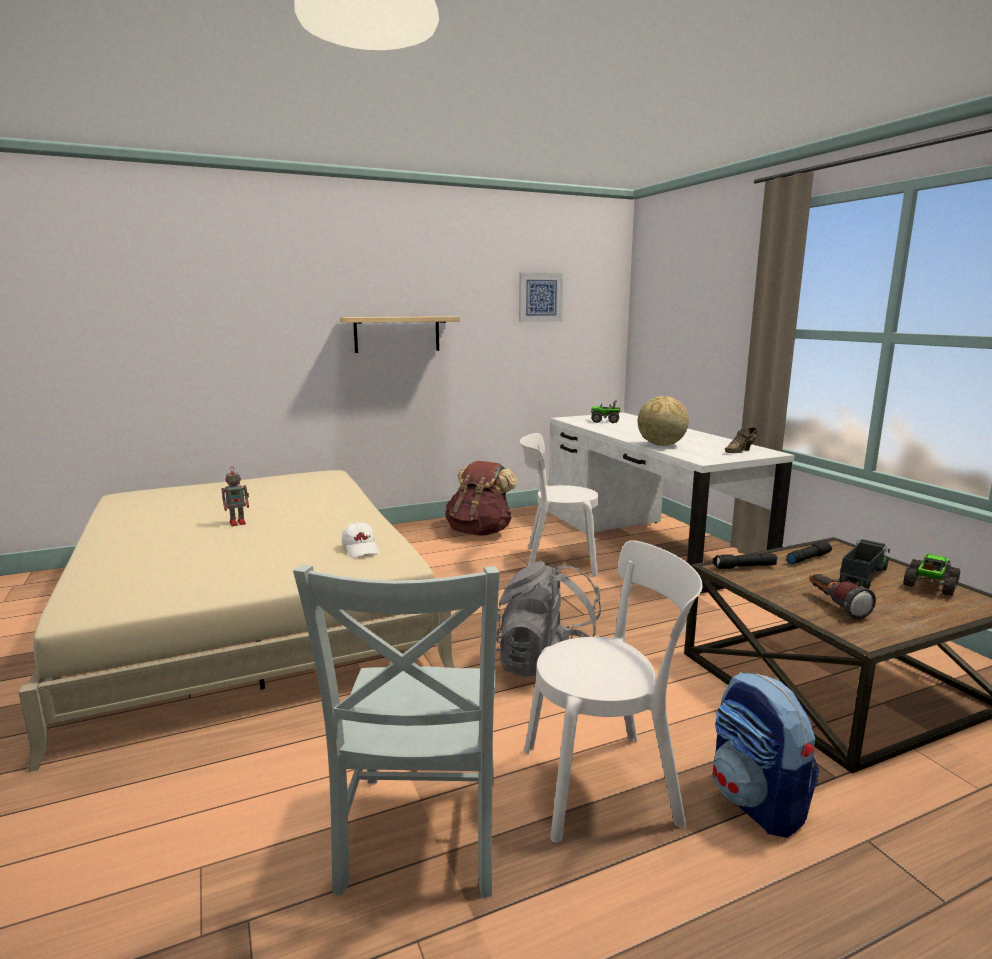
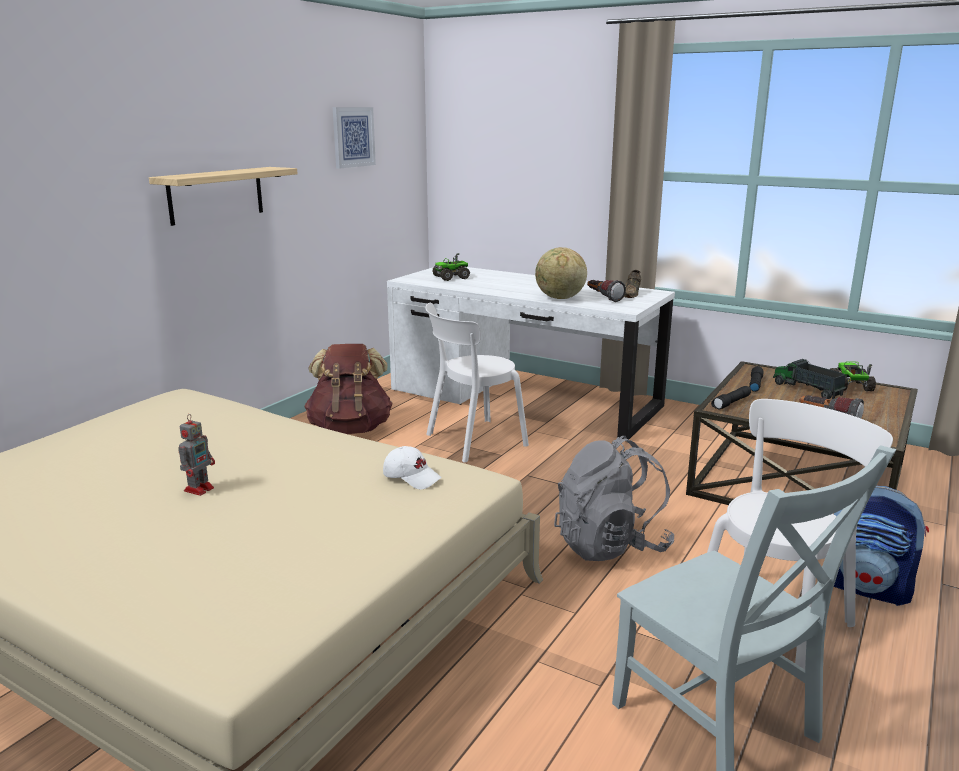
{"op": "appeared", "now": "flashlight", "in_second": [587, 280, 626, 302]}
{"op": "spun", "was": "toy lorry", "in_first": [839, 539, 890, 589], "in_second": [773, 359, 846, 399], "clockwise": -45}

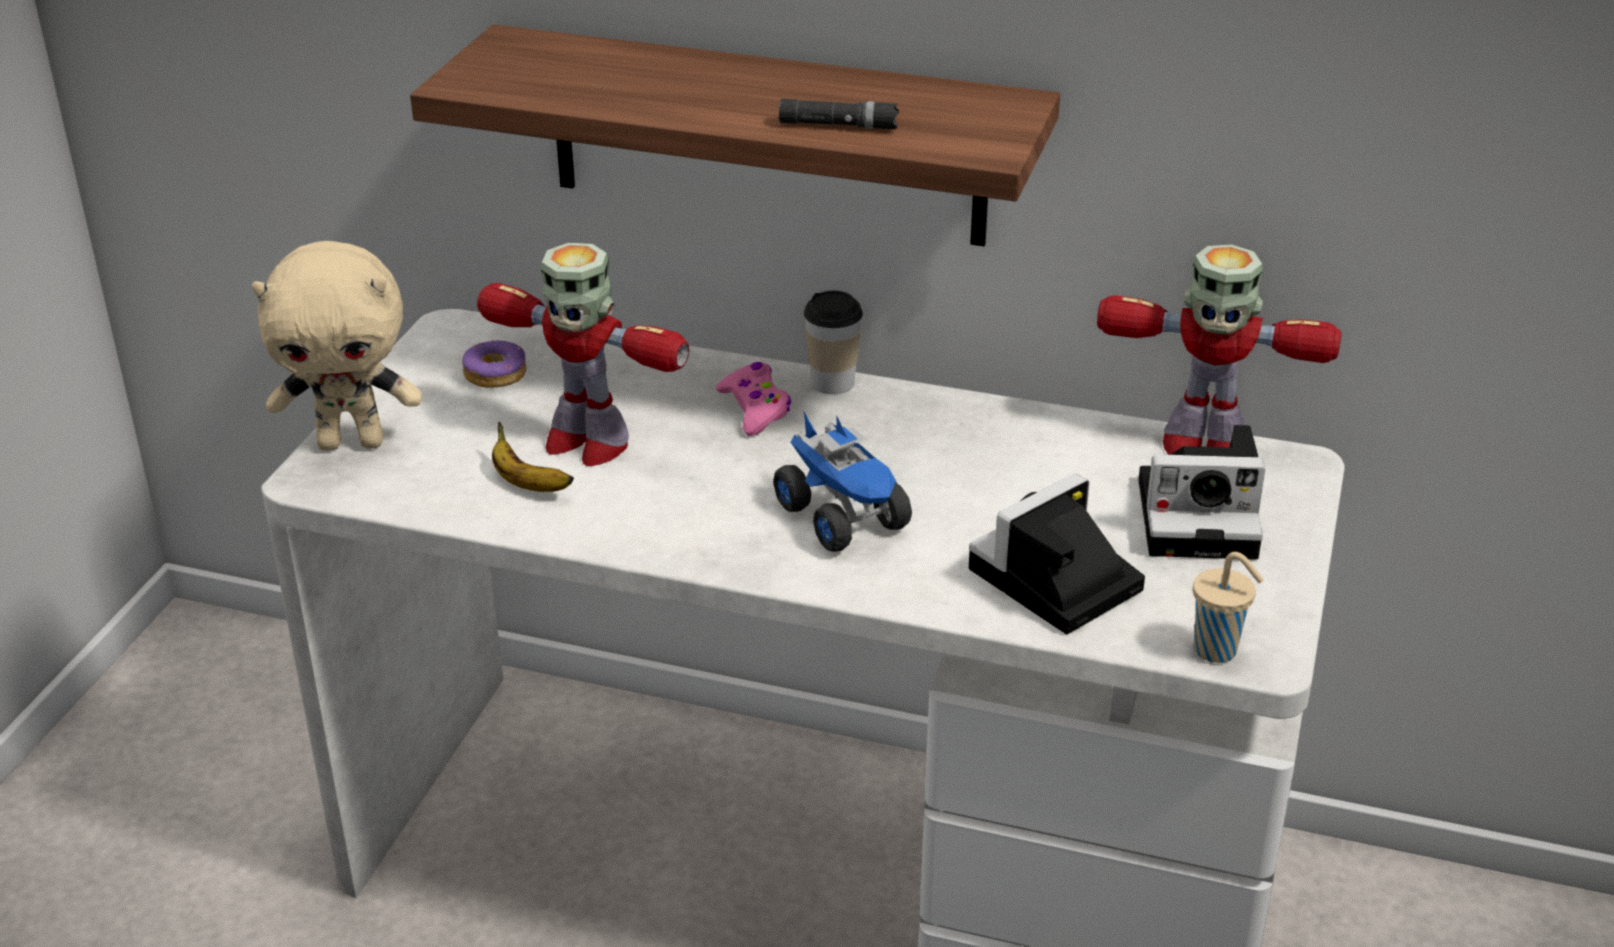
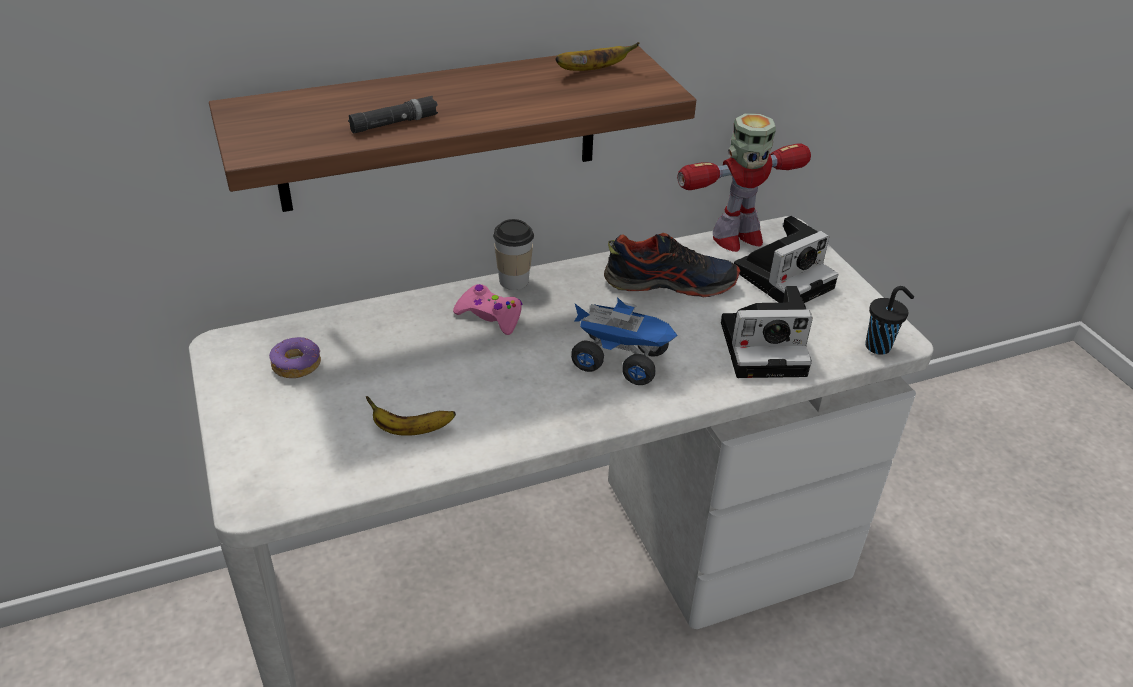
{"op": "relocated", "was": "black flashlight", "in_first": [779, 99, 899, 129], "in_second": [348, 96, 438, 133]}
{"op": "appeared", "now": "banana", "in_second": [555, 42, 639, 71]}
{"op": "appeared", "now": "item of footwear", "in_second": [604, 233, 740, 297]}
{"op": "spun", "was": "photo camera", "in_first": [969, 474, 1145, 634], "in_second": [721, 286, 813, 378], "clockwise": -105}
{"op": "colour", "was": "sand-coloured cup", "now": "black cup", "in_first": [1193, 552, 1264, 663], "in_second": [865, 286, 914, 355]}
{"op": "missing", "was": "sand-coloured plush toy", "in_first": [252, 241, 422, 451]}
{"op": "missing", "was": "robot figure", "in_first": [477, 243, 689, 466]}

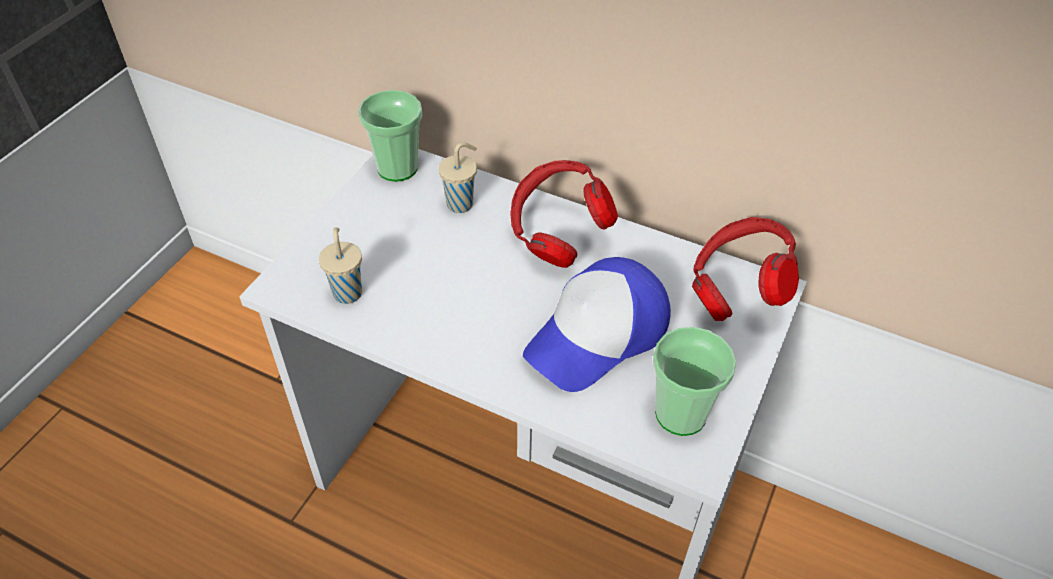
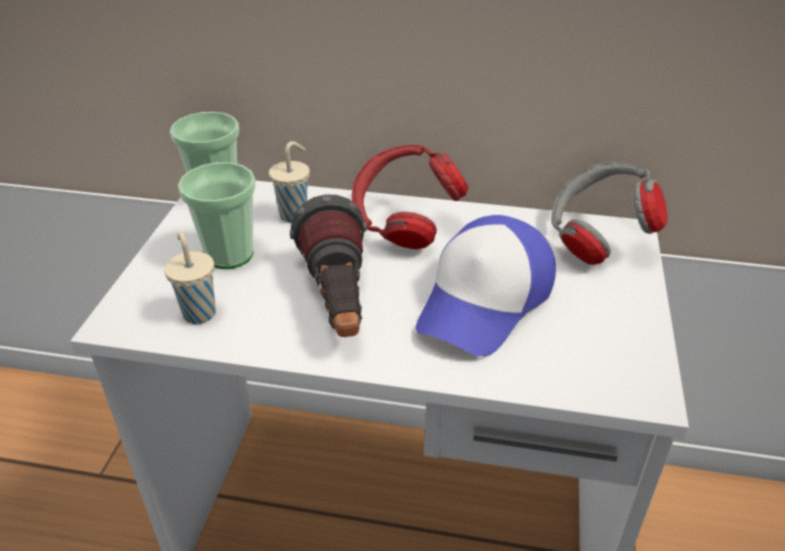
{"op": "relocated", "was": "cup", "in_first": [653, 327, 736, 436], "in_second": [178, 162, 256, 269]}
{"op": "appeared", "now": "flashlight", "in_second": [290, 194, 367, 337]}
{"op": "colour", "was": "red-coloured headphones", "now": "grey headphones", "in_first": [692, 217, 799, 321], "in_second": [551, 162, 667, 265]}

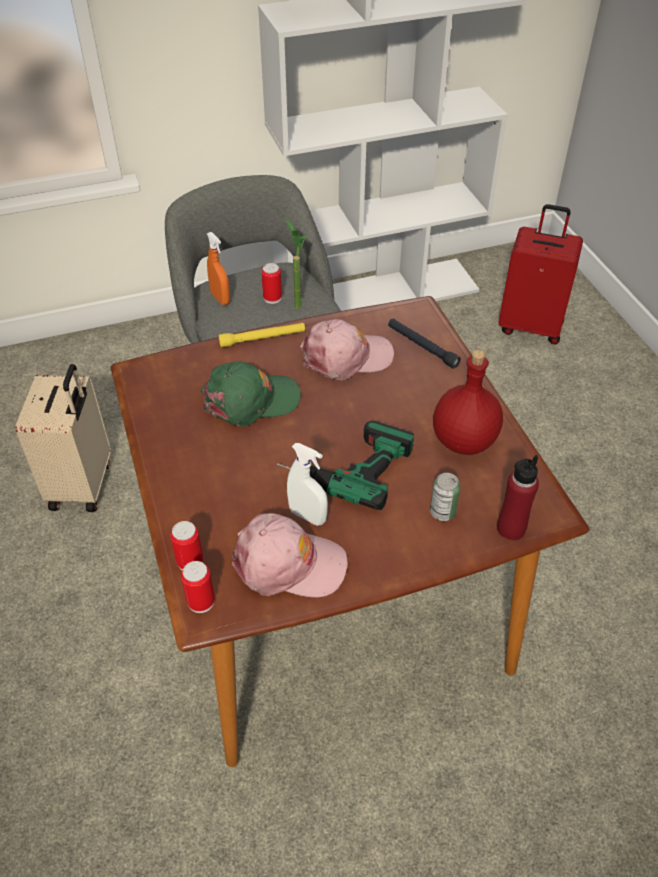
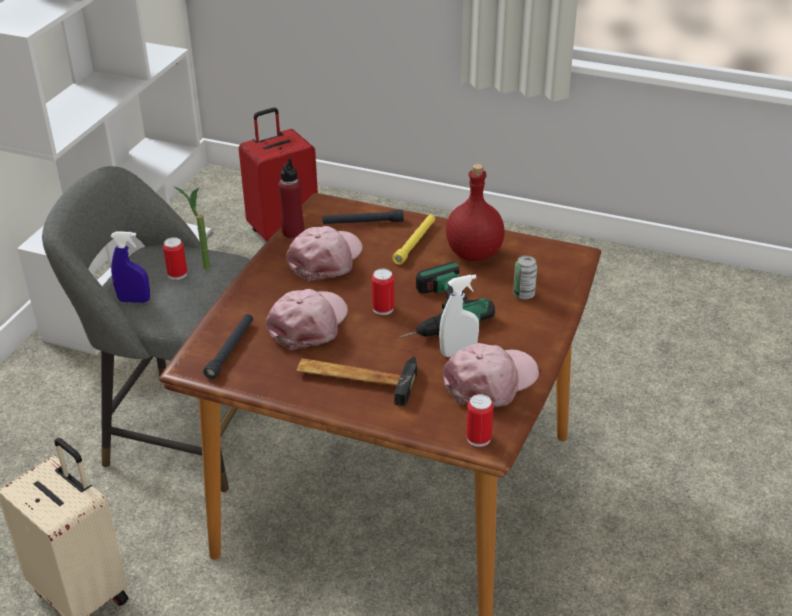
{"op": "colour", "was": "orange spray bottle", "now": "bluish spray bottle", "in_first": [207, 232, 230, 305], "in_second": [111, 231, 150, 303]}
{"op": "appeared", "now": "black flashlight", "in_second": [203, 314, 253, 379]}
{"op": "colour", "was": "green-coloured peaked cap", "now": "pinkish peaked cap", "in_first": [201, 361, 301, 426], "in_second": [266, 289, 348, 350]}
{"op": "relocated", "was": "red-coloured beverage bottle", "in_first": [497, 455, 539, 540], "in_second": [278, 158, 304, 238]}
{"op": "appeared", "now": "hammer", "in_second": [297, 357, 417, 406]}
{"op": "relocated", "was": "can", "in_first": [170, 521, 203, 570], "in_second": [372, 269, 394, 315]}
{"op": "relocated", "was": "yellow-coloured flashlight", "in_first": [219, 323, 305, 347], "in_second": [392, 214, 435, 265]}

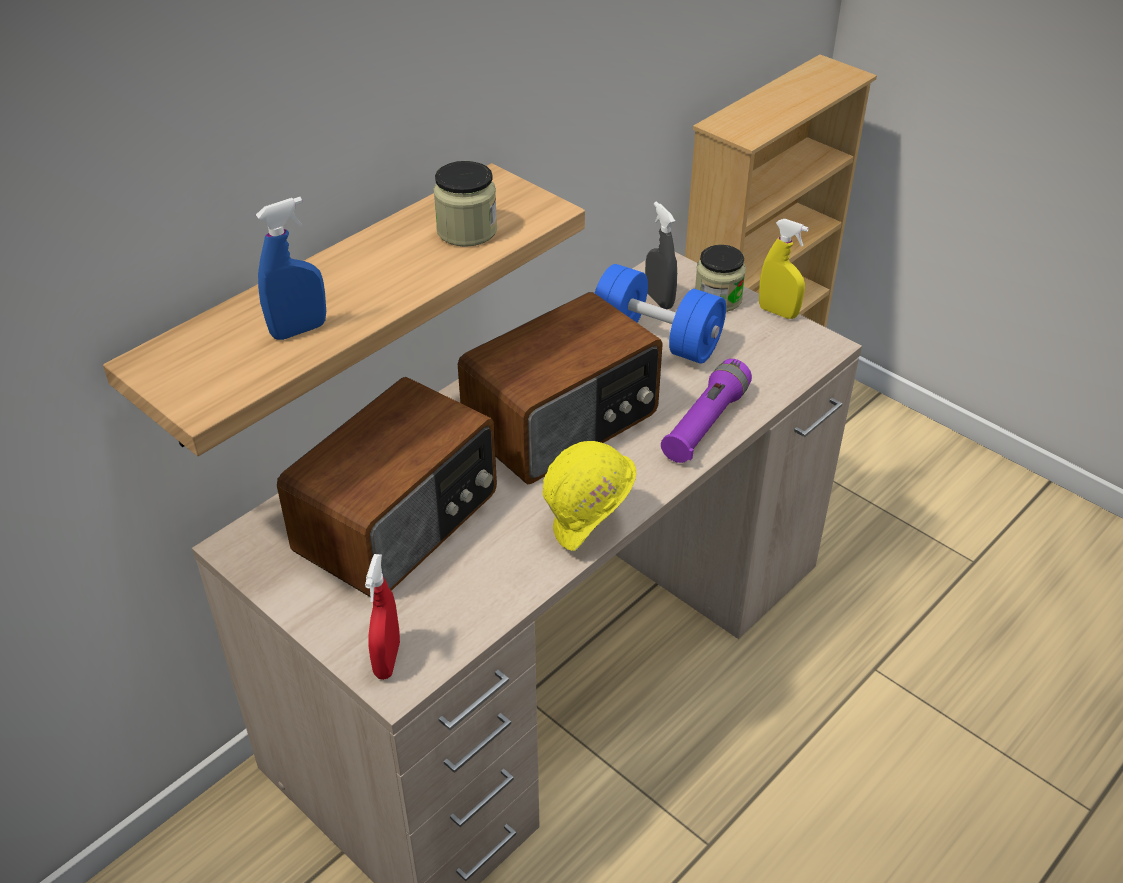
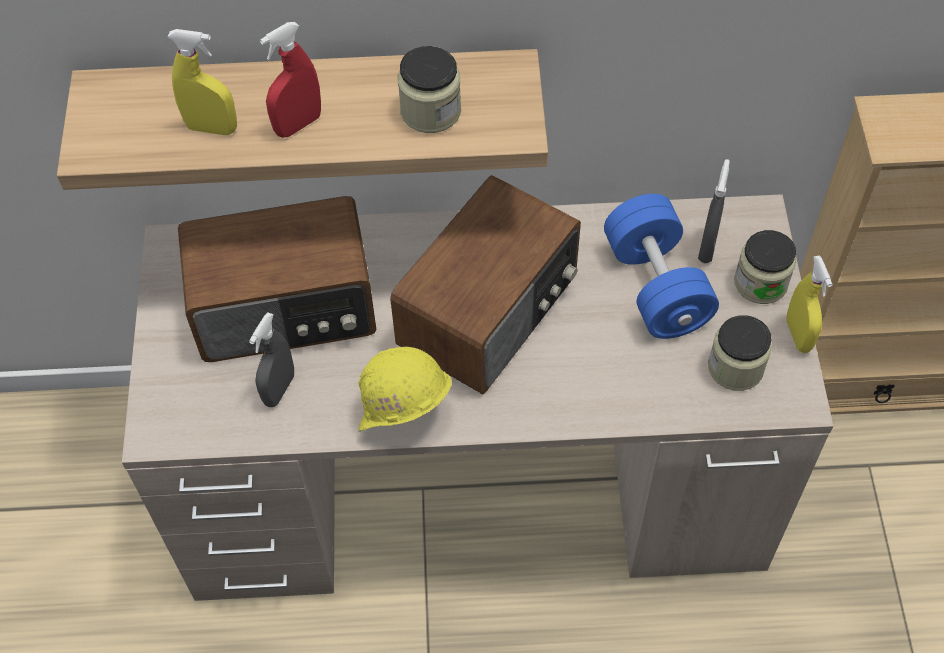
{"op": "colour", "was": "bluish spray bottle", "now": "yellow-coloured spray bottle", "in_first": [256, 197, 326, 340], "in_second": [167, 29, 237, 135]}
{"op": "appeared", "now": "grey spray bottle", "in_second": [249, 312, 294, 407]}
{"op": "relocated", "was": "red-coloured spray bottle", "in_first": [365, 554, 400, 680], "in_second": [260, 22, 321, 138]}
{"op": "spun", "was": "radio", "in_first": [458, 292, 663, 485], "in_second": [390, 175, 581, 395], "clockwise": -60}
{"op": "appeared", "now": "storage jar", "in_second": [708, 315, 772, 391]}
{"op": "missing", "was": "purple flashlight", "in_first": [661, 359, 752, 463]}

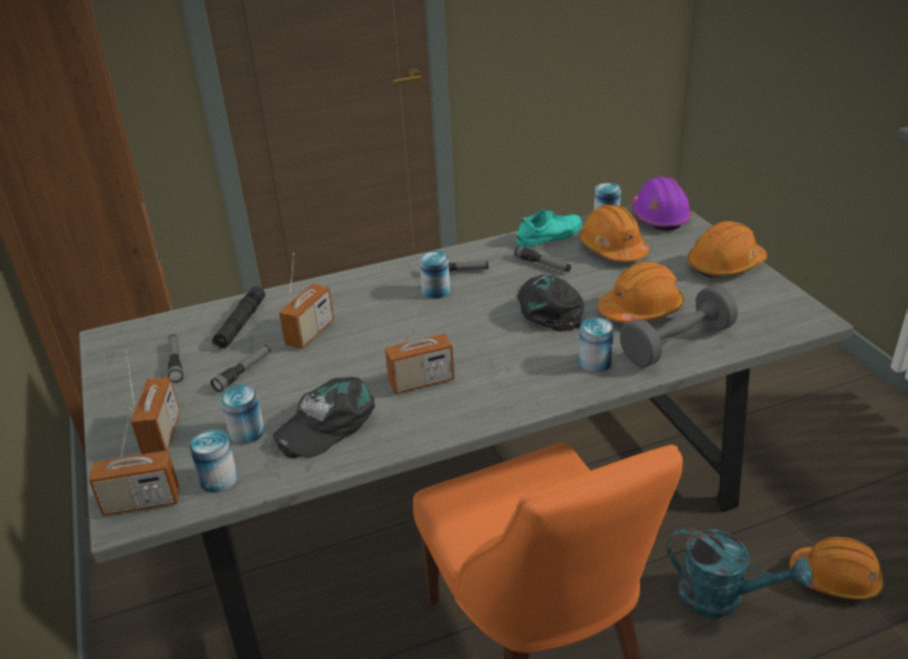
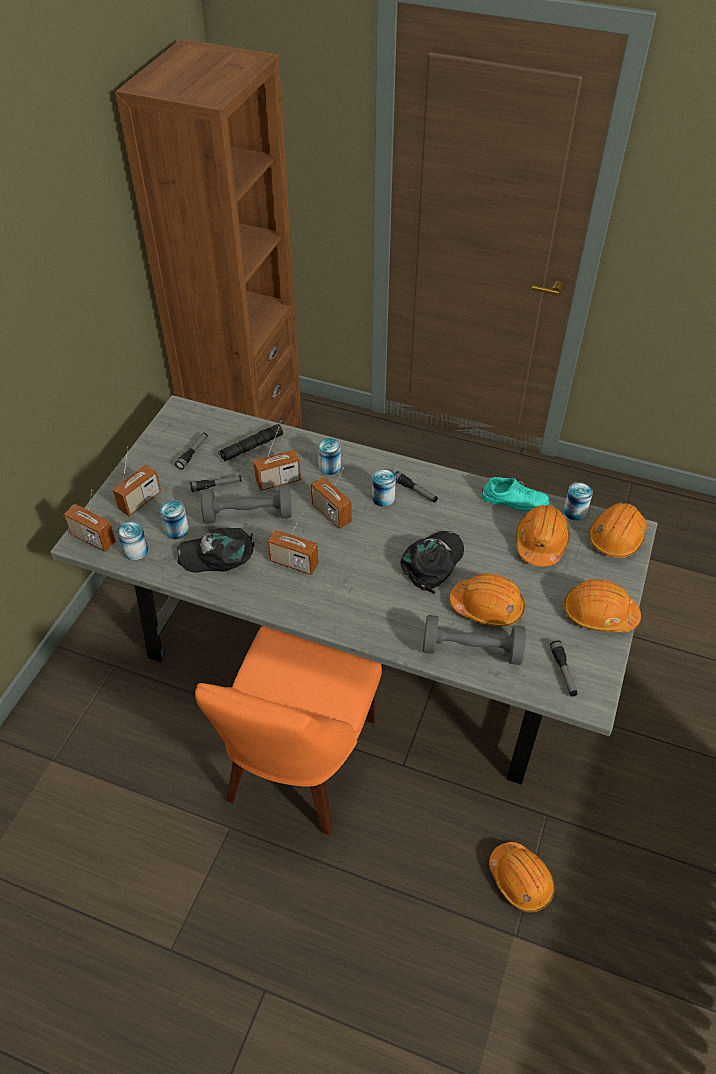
{"op": "appeared", "now": "grey hand weight", "in_second": [201, 484, 292, 524]}
{"op": "appeared", "now": "radio", "in_second": [311, 467, 352, 529]}
{"op": "relocated", "was": "can", "in_first": [579, 318, 614, 372], "in_second": [318, 438, 341, 475]}
{"op": "relocated", "was": "flashlight", "in_first": [514, 245, 571, 272], "in_second": [550, 640, 578, 696]}
{"op": "colour", "was": "purple hard hat", "now": "orange hard hat", "in_first": [631, 176, 692, 230], "in_second": [589, 503, 647, 558]}
{"op": "missing", "was": "blue-green watering pot", "in_first": [667, 527, 813, 618]}

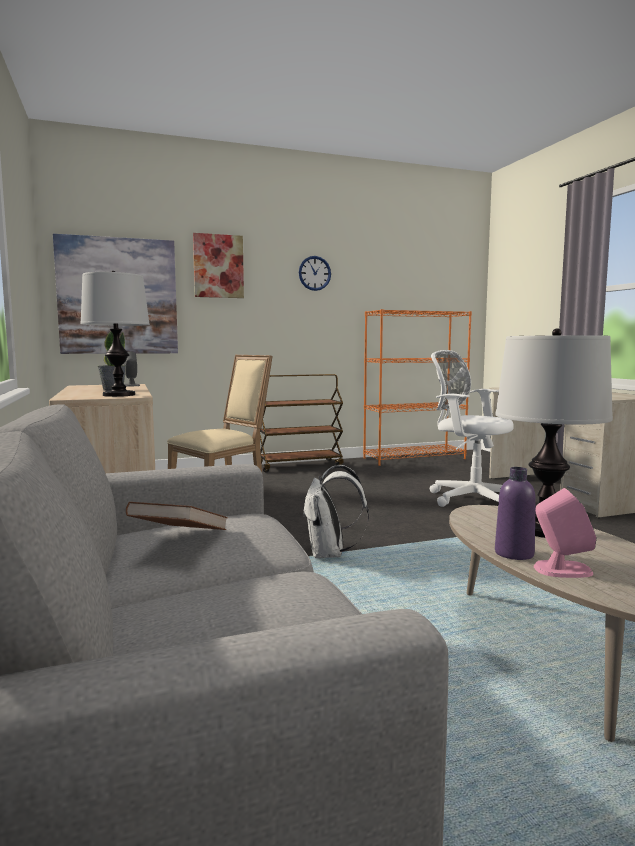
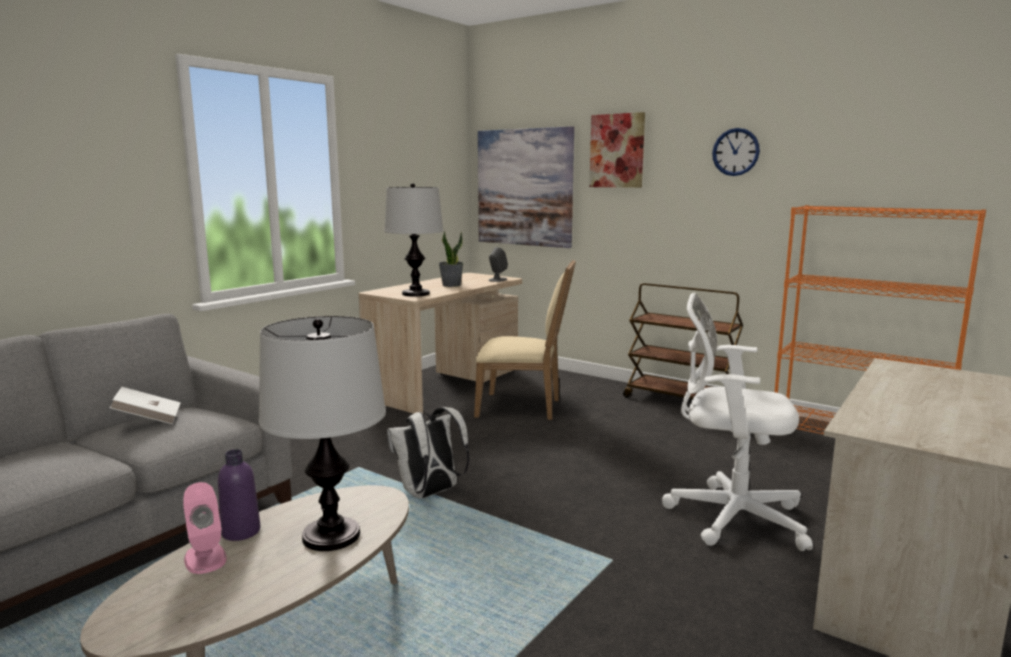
{"op": "colour", "was": "brown volume", "now": "whitish volume", "in_first": [126, 502, 228, 530], "in_second": [110, 387, 181, 424]}
{"op": "spun", "was": "whitish desk chair", "in_first": [430, 350, 514, 507], "in_second": [662, 293, 813, 551], "clockwise": -75}

